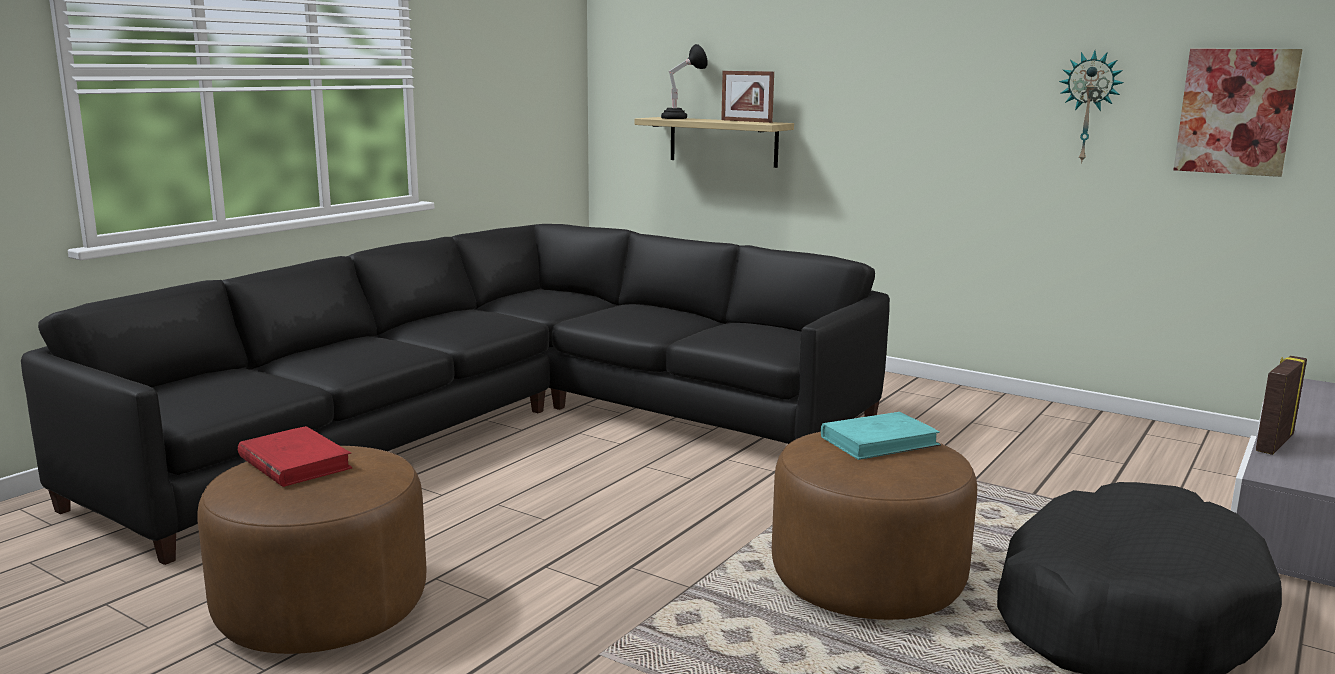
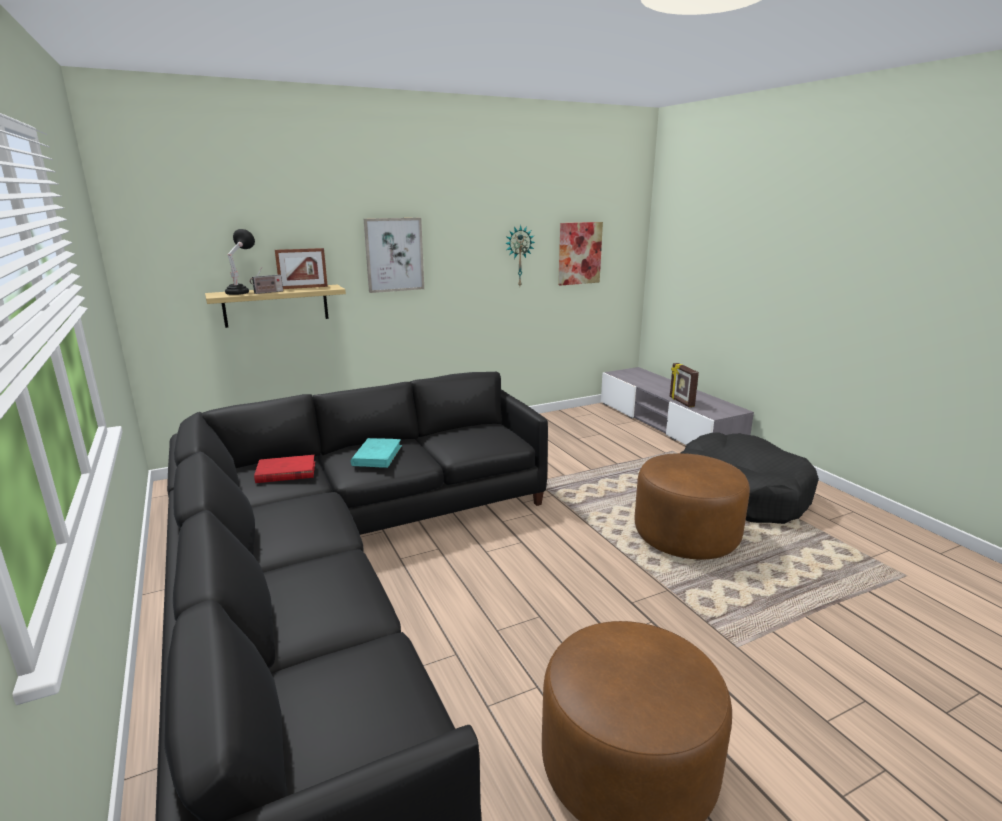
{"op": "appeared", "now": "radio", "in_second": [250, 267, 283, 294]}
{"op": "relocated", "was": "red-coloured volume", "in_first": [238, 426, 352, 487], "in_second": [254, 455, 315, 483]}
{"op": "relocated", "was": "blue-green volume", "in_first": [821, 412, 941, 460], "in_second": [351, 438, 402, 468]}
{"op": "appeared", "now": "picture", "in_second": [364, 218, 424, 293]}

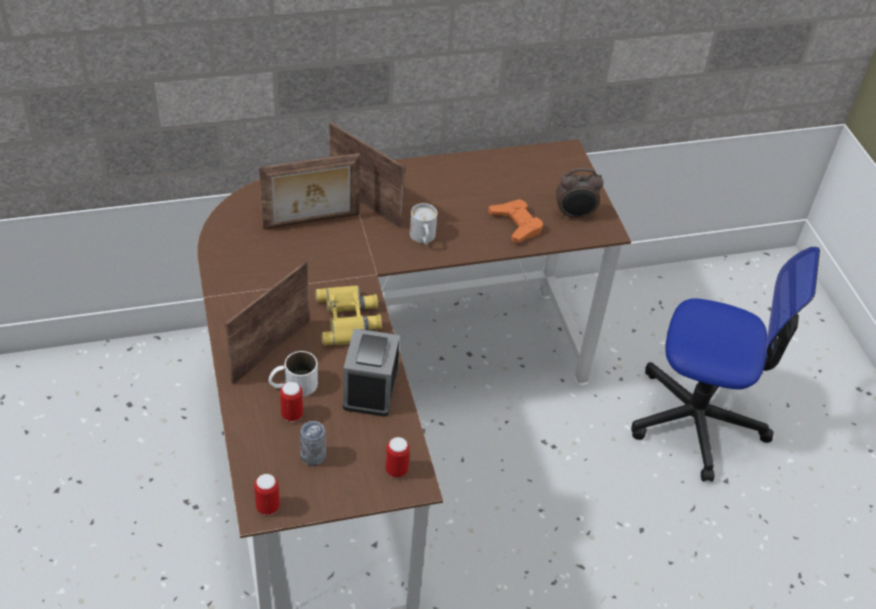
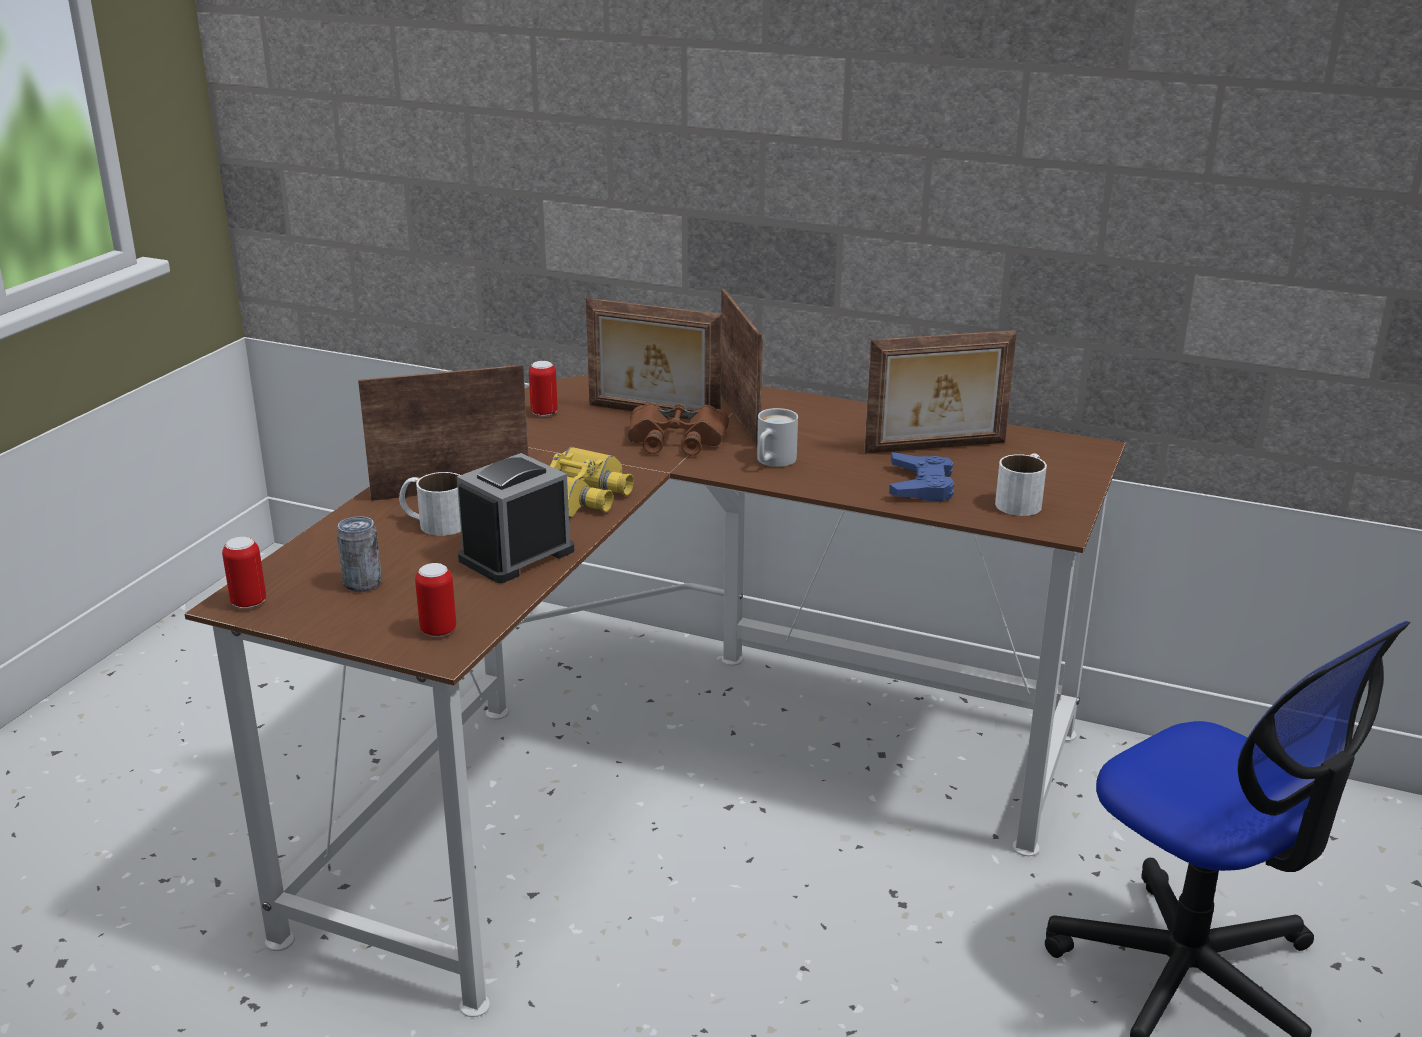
{"op": "relocated", "was": "can", "in_first": [280, 382, 303, 422], "in_second": [529, 361, 558, 417]}
{"op": "appeared", "now": "brown pair of binoculars", "in_second": [628, 403, 729, 456]}
{"op": "appeared", "now": "standing frame", "in_second": [864, 330, 1017, 454]}
{"op": "colour", "was": "orange game controller", "now": "bluish game controller", "in_first": [488, 199, 543, 243], "in_second": [889, 452, 955, 501]}
{"op": "exchanged", "was": "alarm clock", "now": "whitish mug", "in_first": [556, 168, 604, 219], "in_second": [995, 454, 1047, 516]}

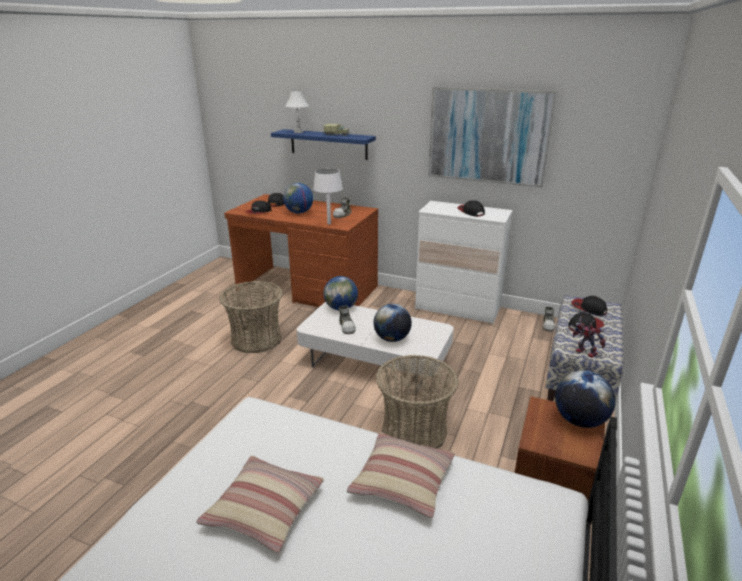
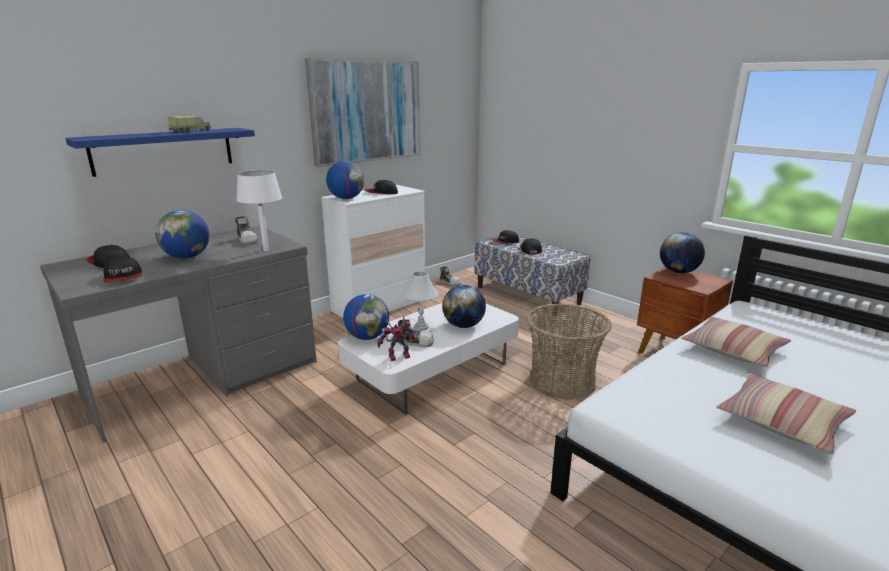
{"op": "colour", "was": "brown desk", "now": "grey desk", "in_first": [224, 194, 378, 307], "in_second": [40, 226, 317, 443]}
{"op": "appeared", "now": "world globe", "in_second": [326, 161, 364, 199]}
{"op": "relocated", "was": "robot figure", "in_first": [573, 316, 605, 358], "in_second": [377, 316, 415, 361]}
{"op": "relocated", "was": "whitish tabletop lamp", "in_first": [285, 90, 309, 133], "in_second": [403, 271, 439, 331]}
{"op": "missing", "was": "basket", "in_first": [219, 281, 283, 353]}

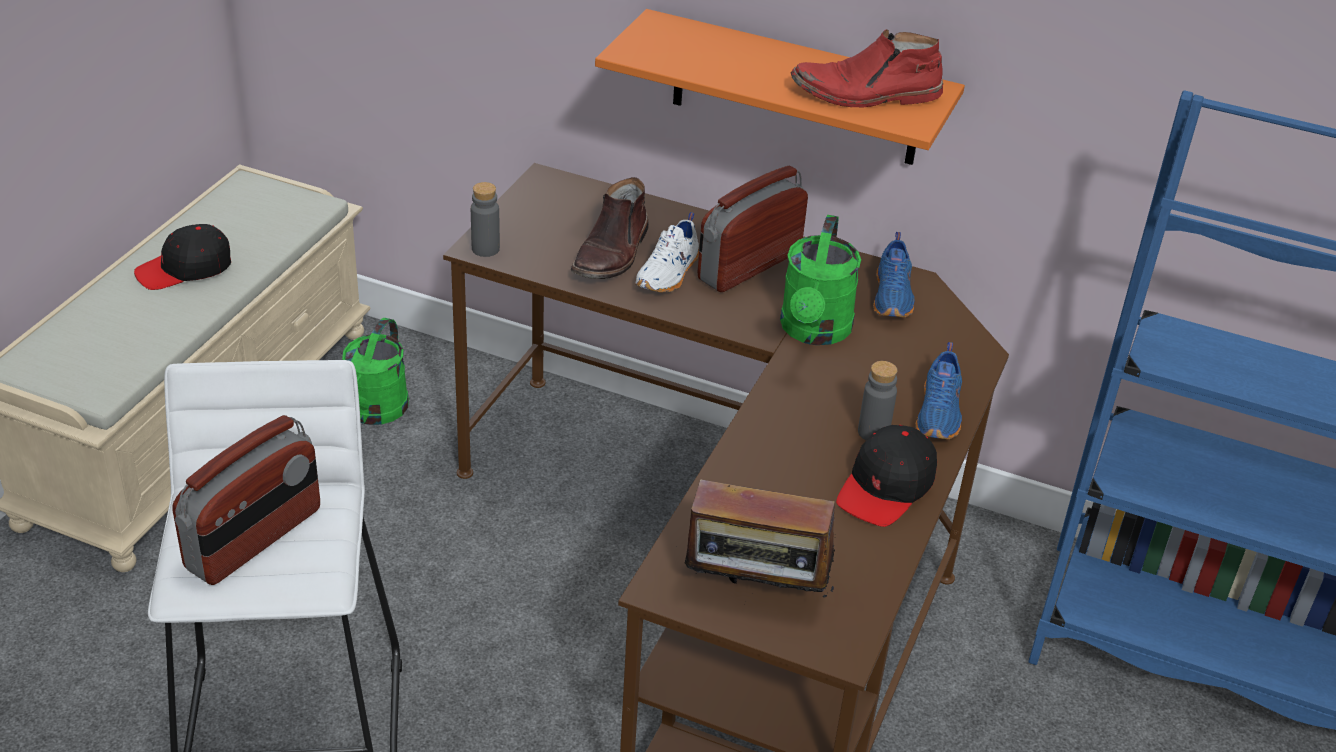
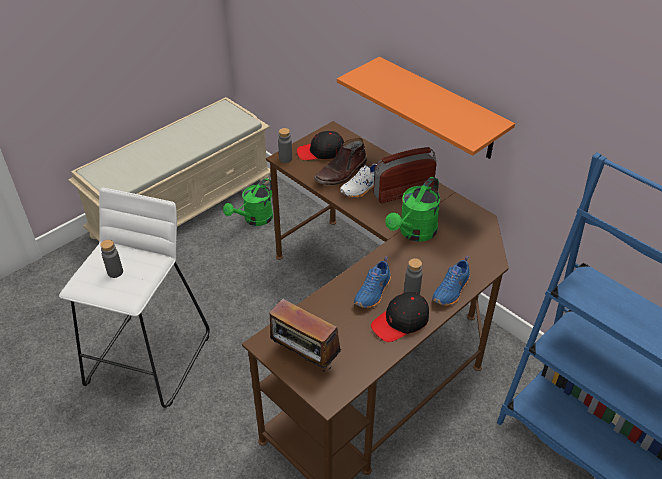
{"op": "exchanged", "was": "radio", "now": "grey beverage bottle", "in_first": [172, 415, 320, 585], "in_second": [100, 240, 123, 278]}
{"op": "relocated", "was": "black peaked cap", "in_first": [134, 224, 231, 290], "in_second": [297, 131, 344, 160]}
{"op": "relocated", "was": "bluish item of footwear", "in_first": [873, 232, 915, 317], "in_second": [354, 256, 391, 308]}
{"op": "missing", "was": "red-coloured boot", "in_first": [791, 29, 943, 107]}

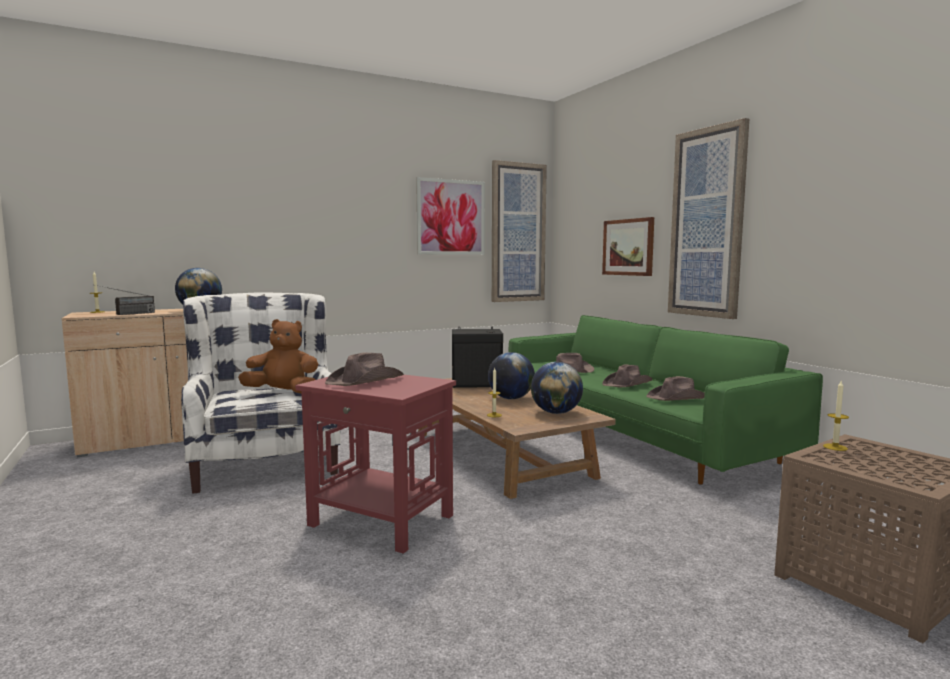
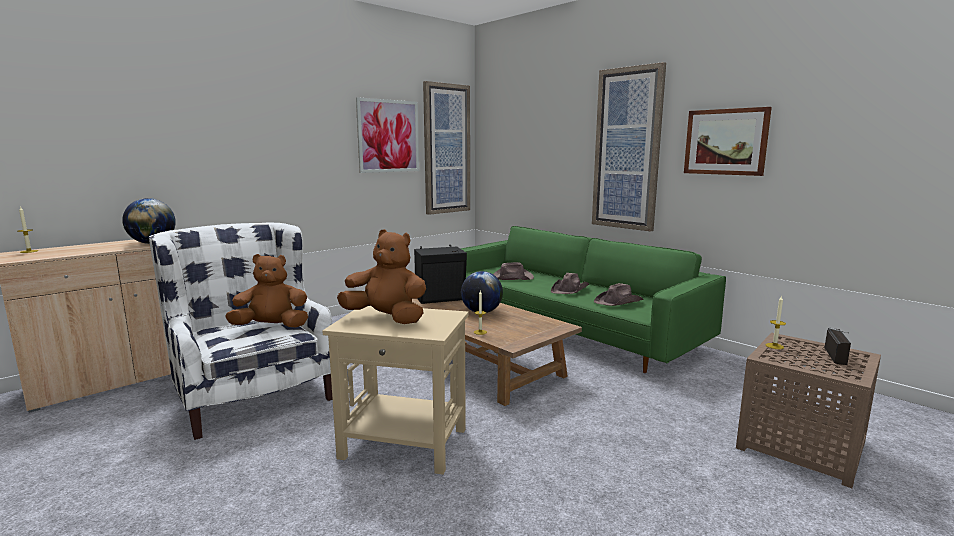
{"op": "colour", "was": "red-coloured end table", "now": "sand-coloured end table", "in_first": [296, 375, 456, 554], "in_second": [322, 306, 469, 475]}
{"op": "exchanged", "was": "brown clothing hat", "now": "brown plush toy", "in_first": [325, 352, 404, 386], "in_second": [337, 229, 426, 324]}
{"op": "relocated", "was": "picture", "in_first": [602, 217, 654, 276], "in_second": [684, 107, 772, 176]}
{"op": "relocated", "was": "radio", "in_first": [96, 285, 155, 315], "in_second": [824, 328, 851, 365]}
{"op": "missing", "was": "world globe", "in_first": [531, 362, 583, 414]}

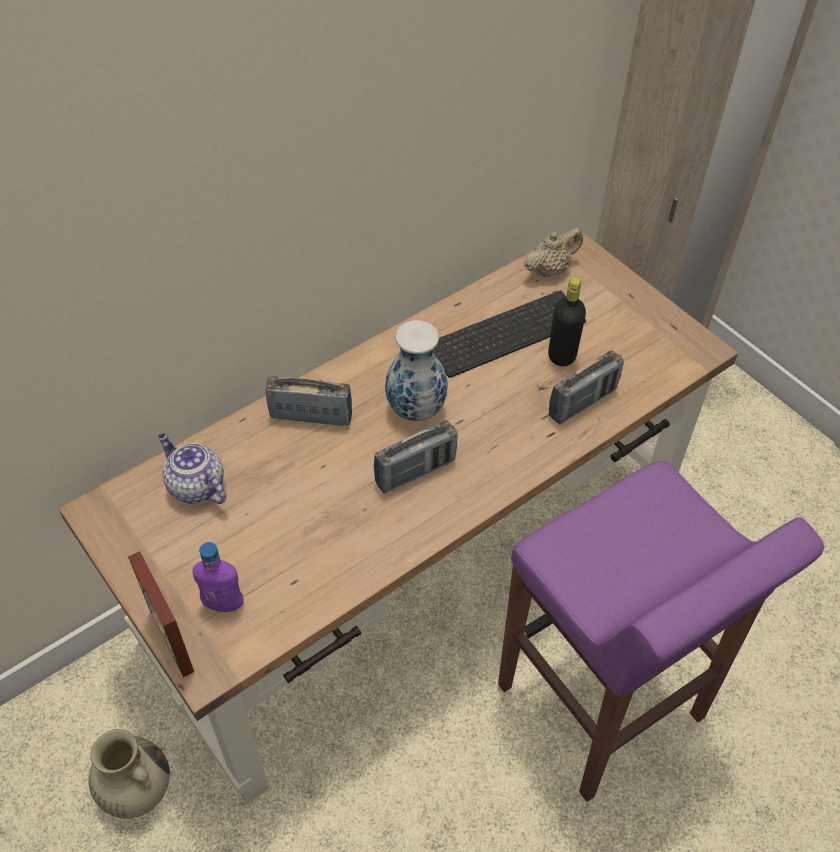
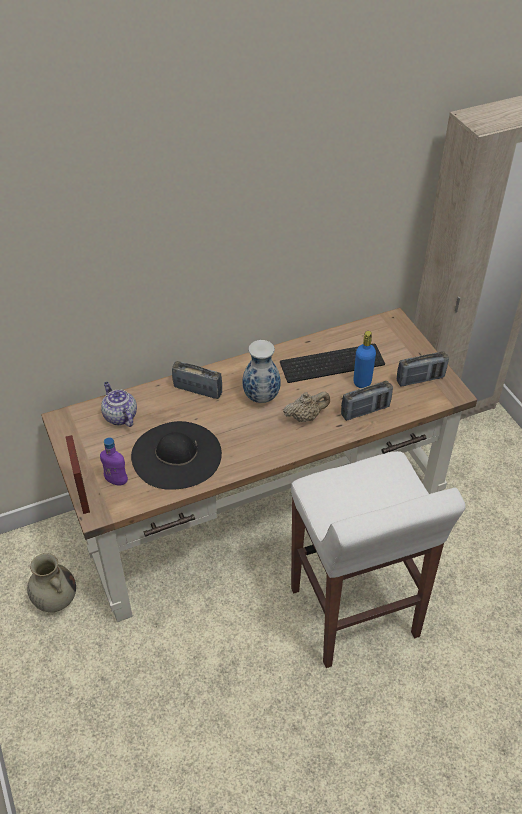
{"op": "appeared", "now": "black clothing hat", "in_second": [131, 421, 222, 490]}
{"op": "relocated", "was": "sand-coloured tea pot", "in_first": [524, 228, 583, 278], "in_second": [283, 392, 330, 422]}
{"op": "colour", "was": "purple stool seat", "now": "whitish stool seat", "in_first": [498, 461, 824, 802], "in_second": [291, 451, 466, 668]}
{"op": "colour", "was": "black beverage bottle", "now": "bluish beverage bottle", "in_first": [548, 277, 586, 366], "in_second": [353, 331, 376, 388]}
{"op": "relocated", "was": "radio", "in_first": [373, 421, 458, 493], "in_second": [397, 351, 449, 386]}

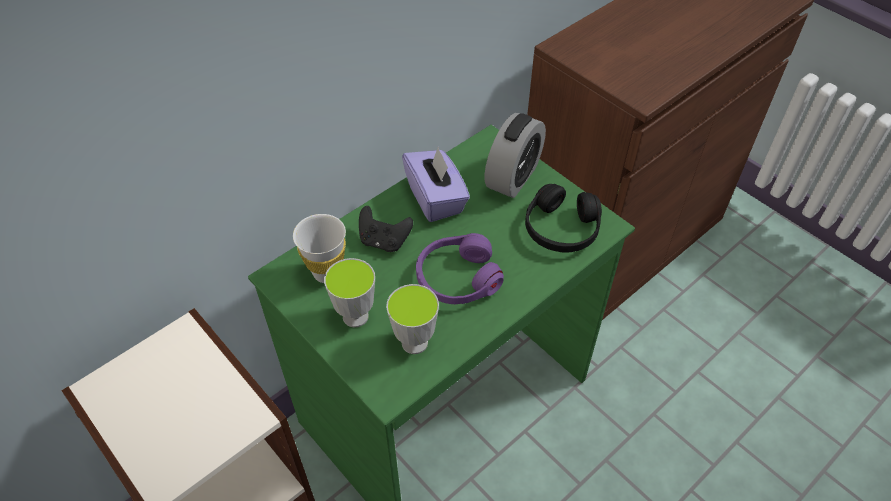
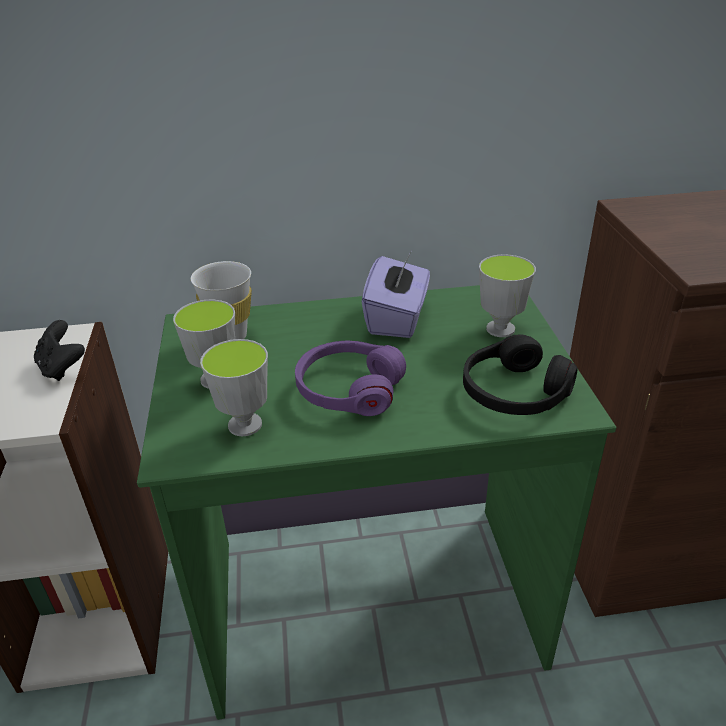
{"op": "relocated", "was": "black game controller", "in_first": [359, 206, 413, 252], "in_second": [34, 320, 85, 381]}
{"op": "exchanged", "was": "alarm clock", "now": "cup", "in_first": [484, 113, 546, 198], "in_second": [479, 254, 536, 337]}

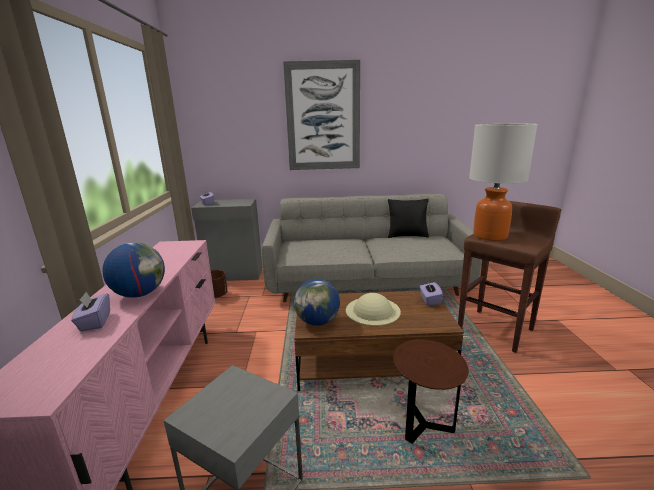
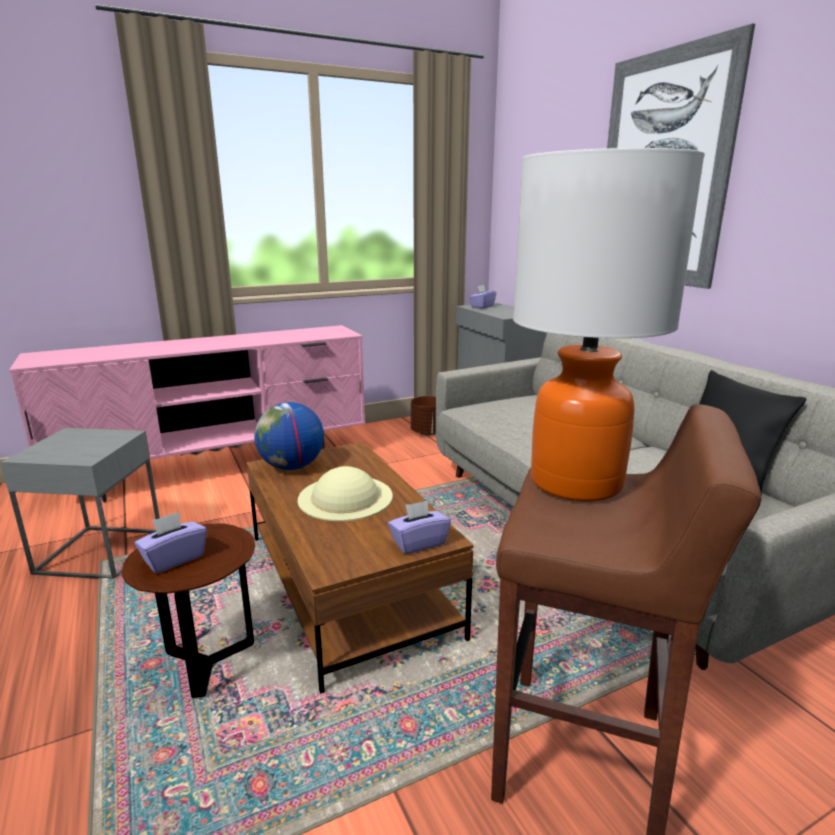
{"op": "relocated", "was": "purple tissue holder", "in_first": [71, 292, 110, 331], "in_second": [135, 512, 207, 574]}
{"op": "missing", "was": "world globe", "in_first": [103, 242, 165, 298]}

